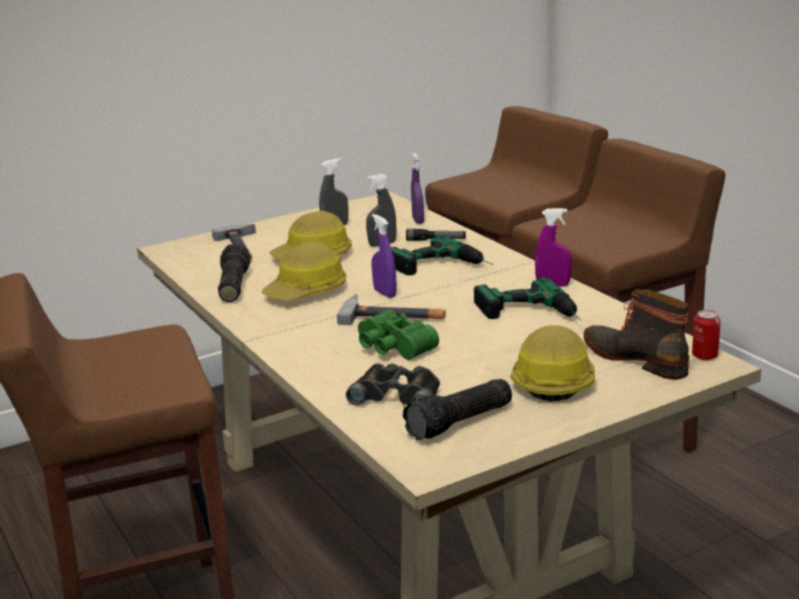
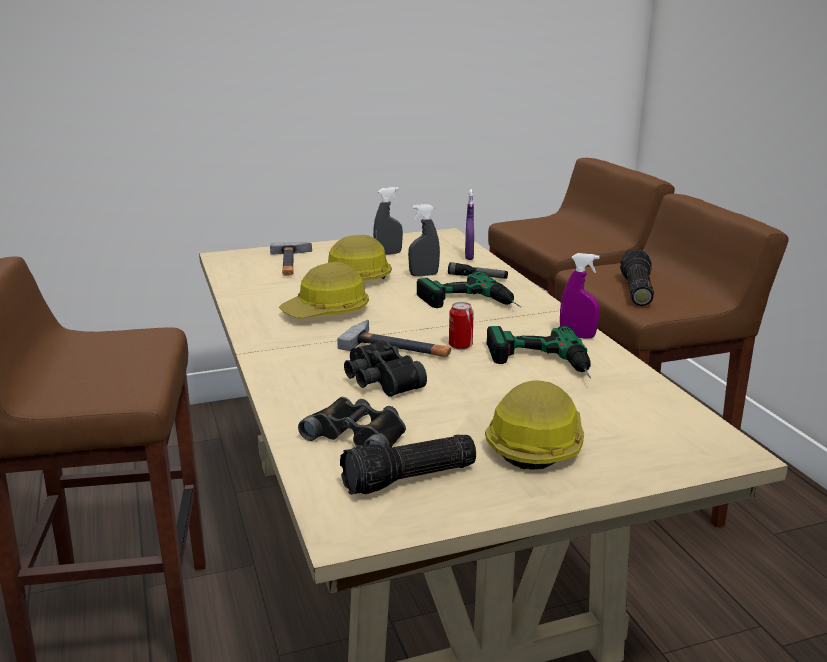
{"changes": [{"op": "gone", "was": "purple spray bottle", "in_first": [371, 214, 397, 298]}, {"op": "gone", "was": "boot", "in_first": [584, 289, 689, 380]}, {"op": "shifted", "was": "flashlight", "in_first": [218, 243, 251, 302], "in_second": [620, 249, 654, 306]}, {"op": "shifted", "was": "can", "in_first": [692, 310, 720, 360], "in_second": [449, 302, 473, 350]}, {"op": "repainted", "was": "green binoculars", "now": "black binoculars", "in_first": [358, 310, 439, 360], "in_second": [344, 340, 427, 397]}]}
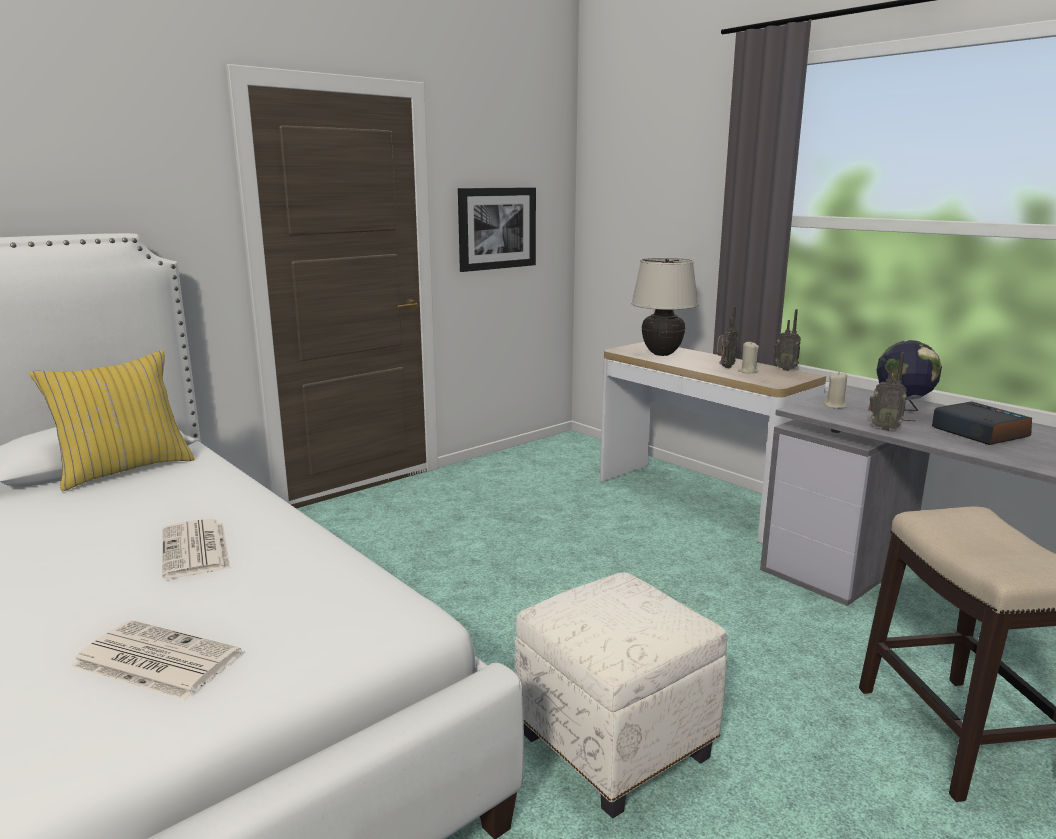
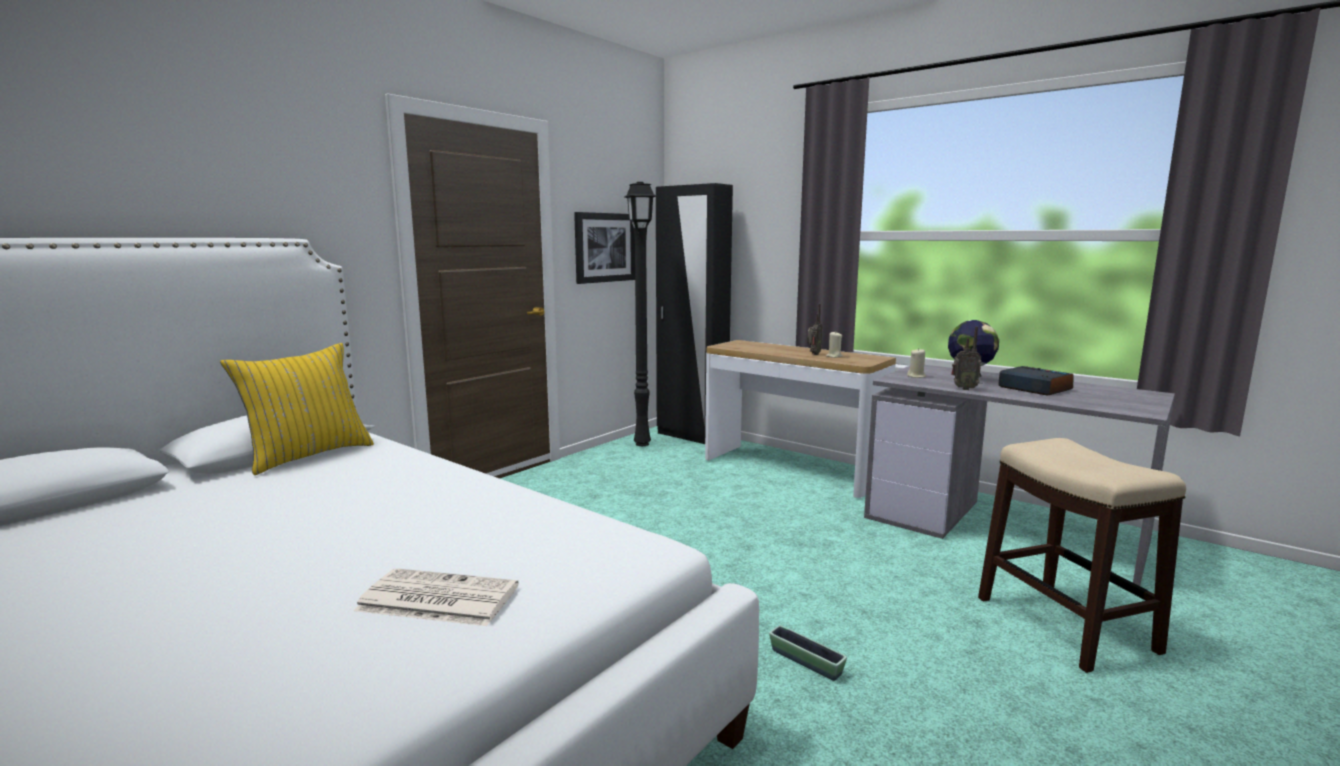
{"changes": [{"op": "gone", "was": "newspaper", "in_first": [162, 519, 230, 579]}, {"op": "gone", "was": "beige table lamp", "in_first": [631, 258, 699, 356]}, {"op": "gone", "was": "radio", "in_first": [774, 309, 801, 371]}, {"op": "new", "now": "black floor lamp", "in_second": [625, 182, 656, 446]}, {"op": "new", "now": "black wardrobe", "in_second": [656, 183, 733, 444]}, {"op": "swapped", "was": "white ottoman", "now": "planter", "in_first": [514, 572, 727, 819], "in_second": [769, 625, 847, 681]}]}
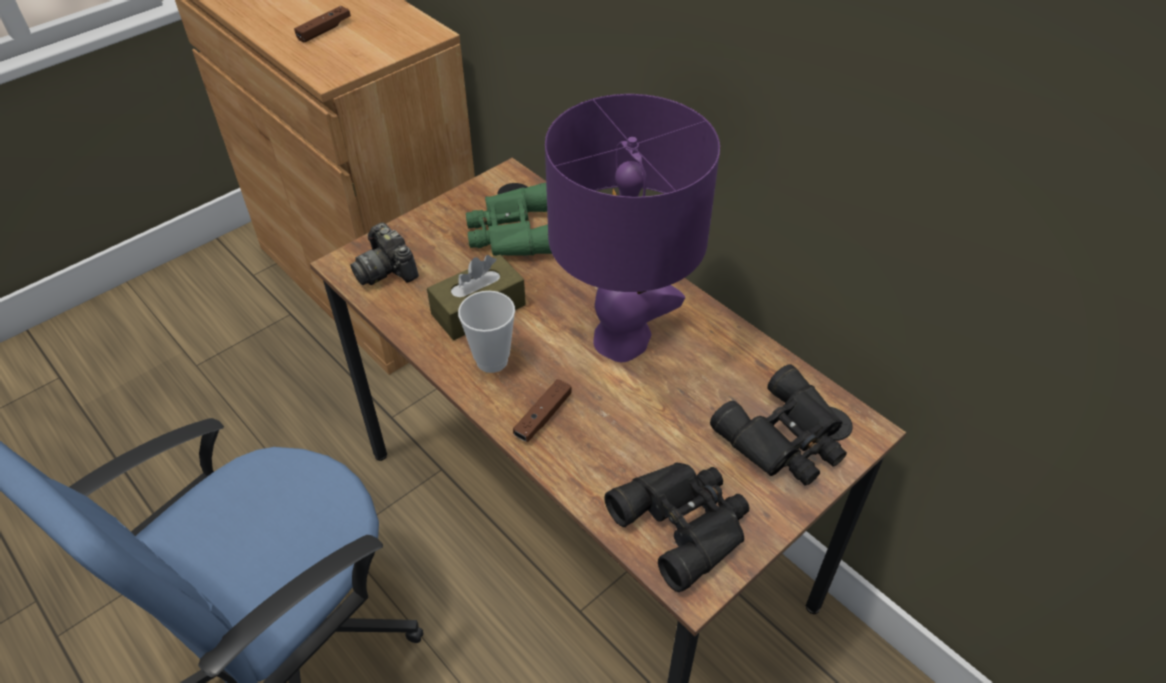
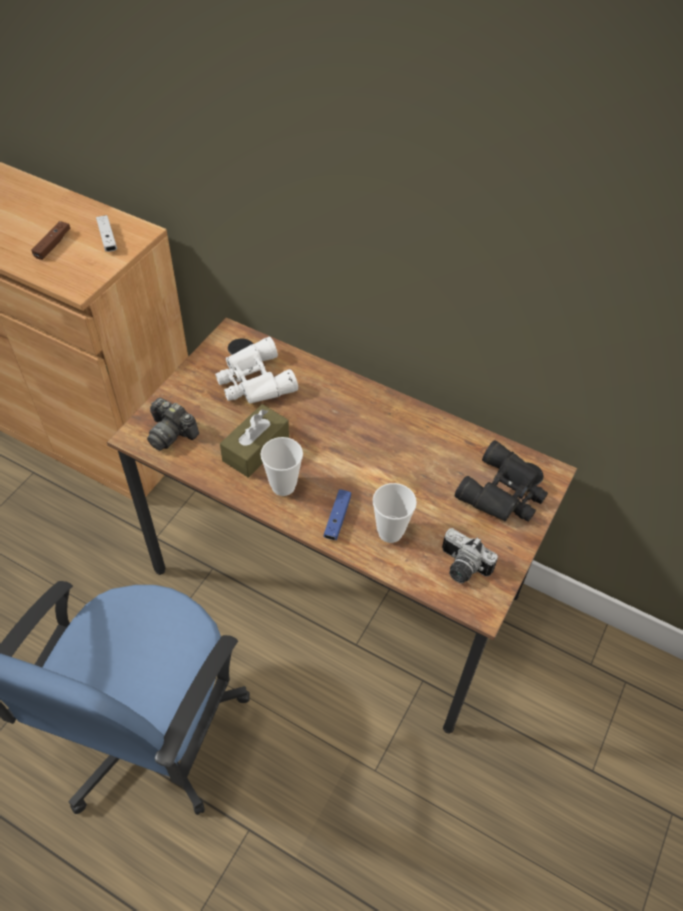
{"changes": [{"op": "gone", "was": "purple table lamp", "in_first": [545, 94, 720, 362]}, {"op": "new", "now": "white game controller", "in_second": [96, 215, 117, 252]}, {"op": "new", "now": "cup", "in_second": [373, 483, 417, 543]}, {"op": "swapped", "was": "black binoculars", "now": "photo camera", "in_first": [604, 462, 750, 592], "in_second": [442, 528, 498, 583]}, {"op": "repainted", "was": "green binoculars", "now": "white binoculars", "in_first": [466, 183, 552, 256], "in_second": [215, 337, 298, 404]}, {"op": "repainted", "was": "brown game controller", "now": "blue game controller", "in_first": [513, 379, 572, 442], "in_second": [324, 489, 351, 540]}]}
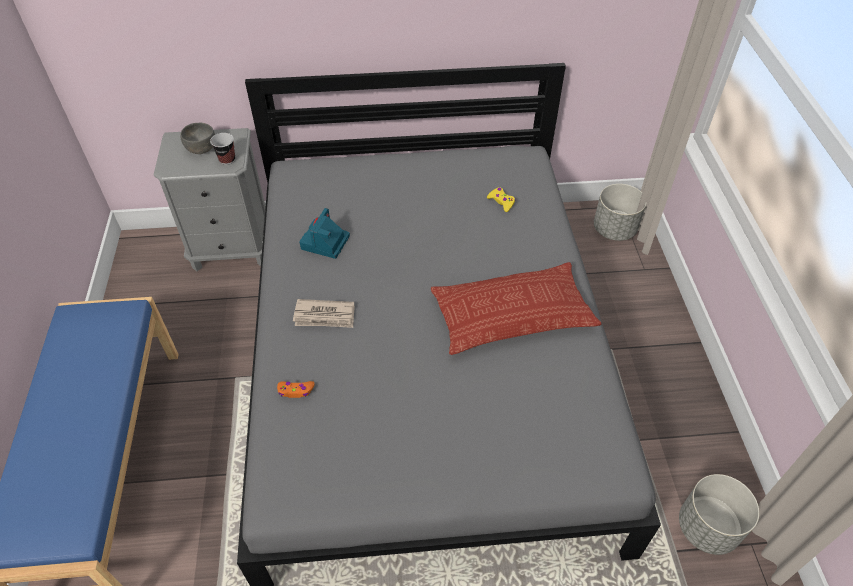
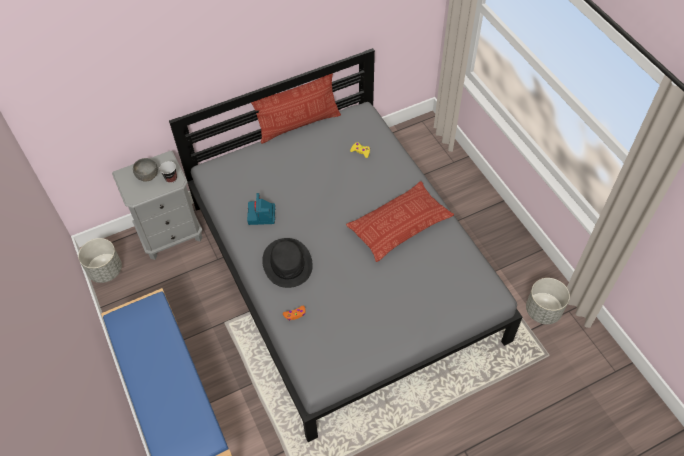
{"changes": [{"op": "new", "now": "pillow", "in_second": [251, 73, 341, 144]}, {"op": "shifted", "was": "grey planter", "in_first": [594, 184, 646, 241], "in_second": [78, 238, 122, 283]}, {"op": "swapped", "was": "newspaper", "now": "black hat", "in_first": [293, 299, 355, 328], "in_second": [262, 238, 313, 288]}]}
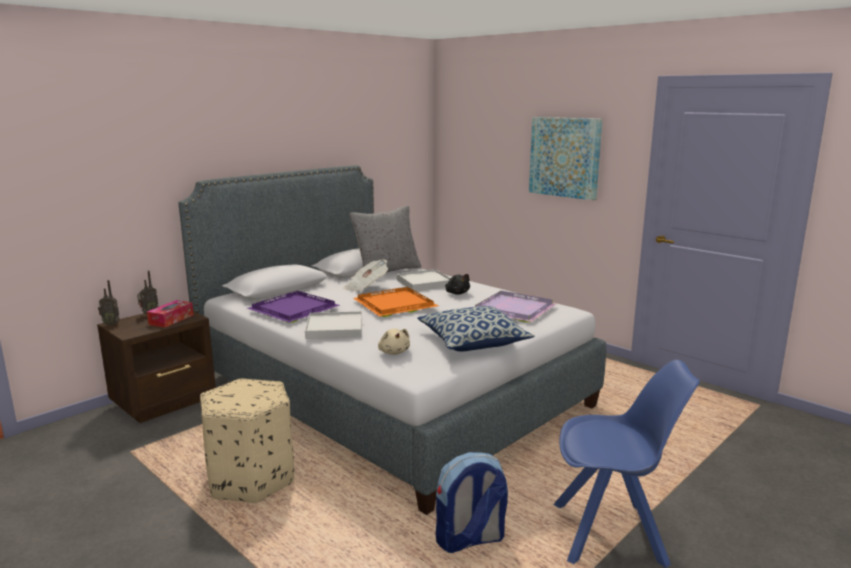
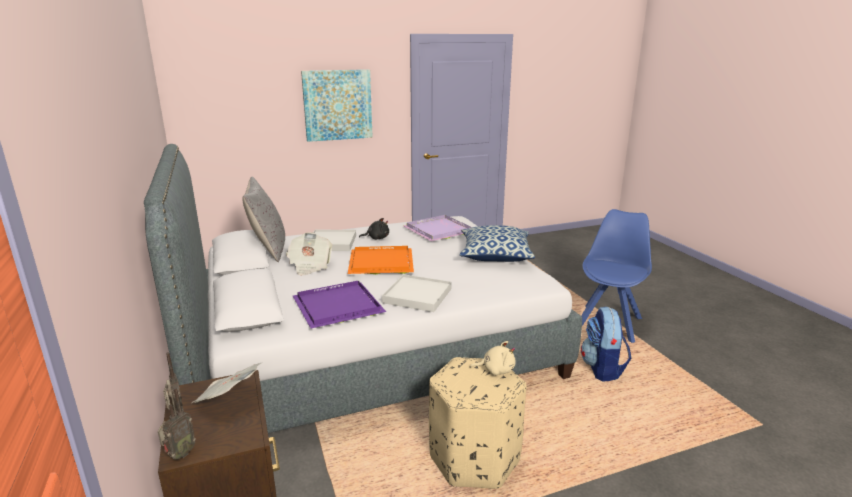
{"changes": [{"op": "shifted", "was": "beige plush toy", "in_first": [378, 329, 410, 355], "in_second": [470, 341, 516, 375]}, {"op": "swapped", "was": "tissue box", "now": "newspaper", "in_first": [147, 300, 194, 328], "in_second": [192, 363, 261, 403]}]}
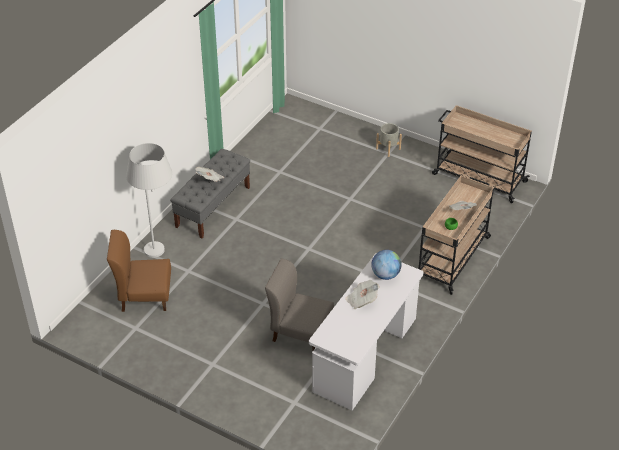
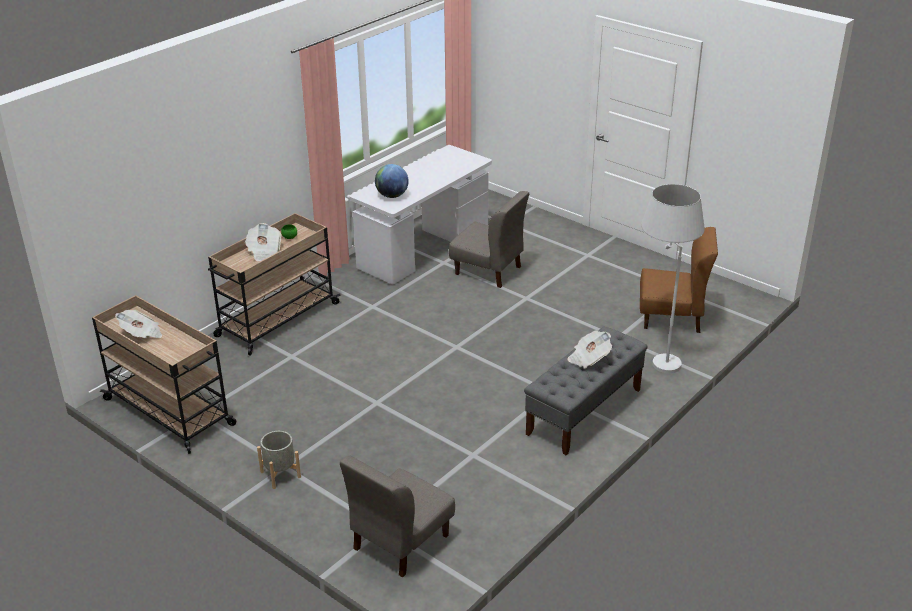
{"changes": [{"op": "new", "now": "grey chair", "in_second": [340, 456, 455, 577]}, {"op": "shifted", "was": "newspaper", "in_first": [345, 280, 380, 309], "in_second": [115, 310, 162, 339]}]}
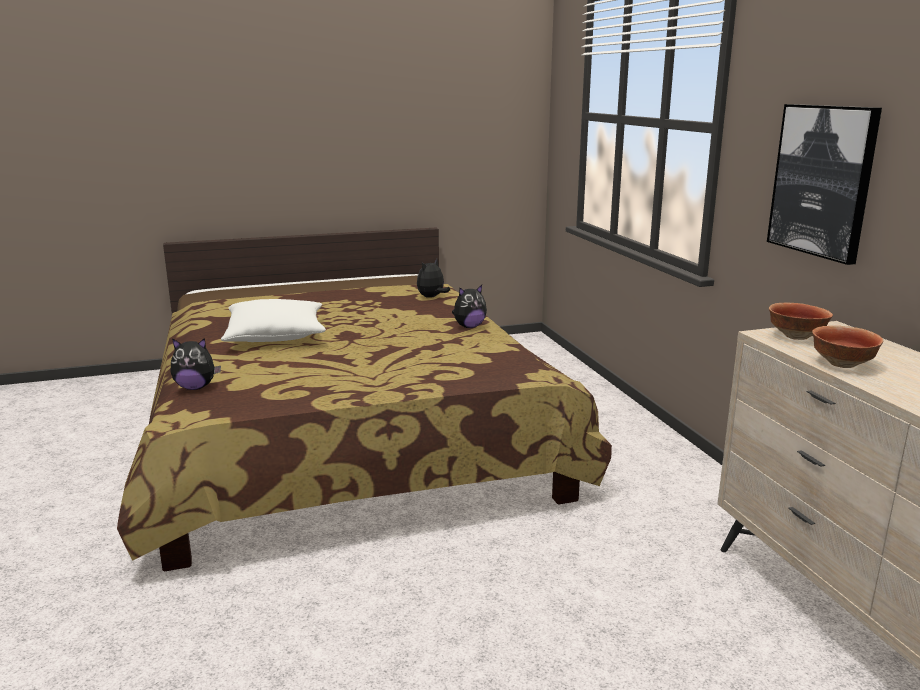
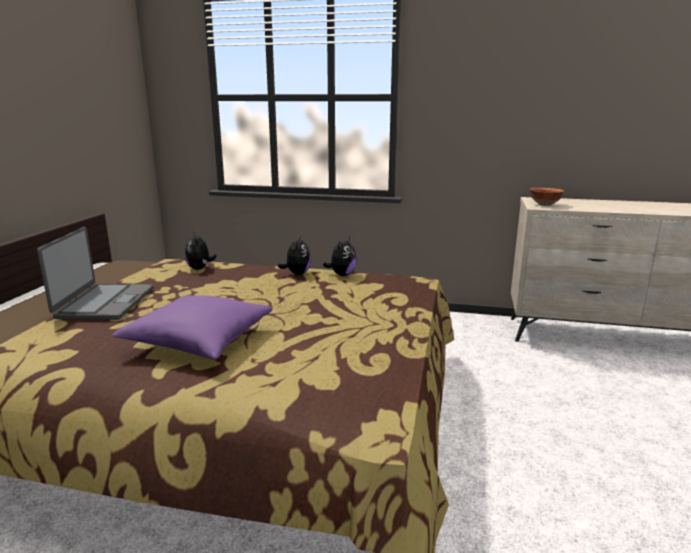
{"changes": [{"op": "gone", "was": "picture", "in_first": [767, 104, 882, 265]}, {"op": "gone", "was": "bowl", "in_first": [812, 326, 883, 368]}, {"op": "new", "now": "laptop", "in_second": [37, 227, 153, 320]}, {"op": "shifted", "was": "plush toy", "in_first": [171, 338, 221, 390], "in_second": [323, 237, 357, 276]}, {"op": "repainted", "was": "white pillow", "now": "purple pillow", "in_first": [221, 299, 326, 342], "in_second": [112, 295, 272, 360]}]}
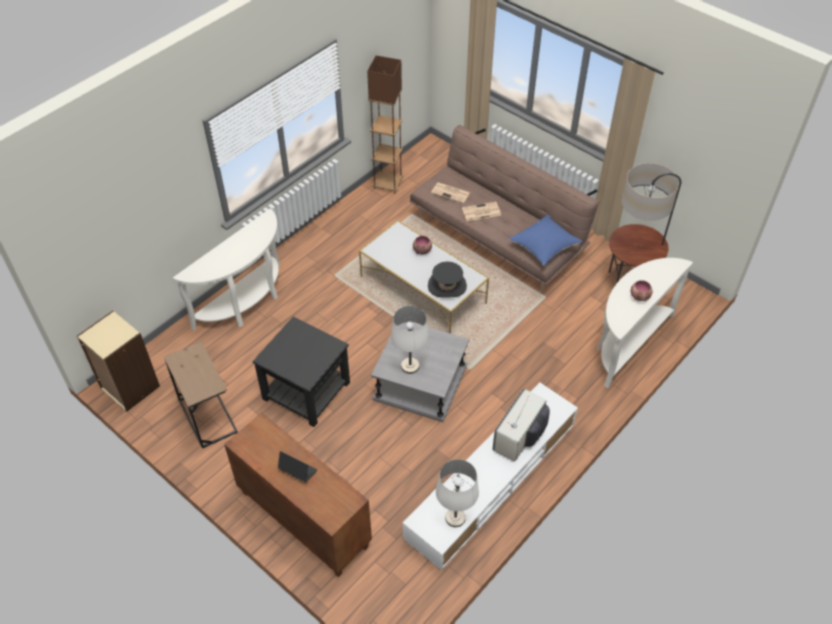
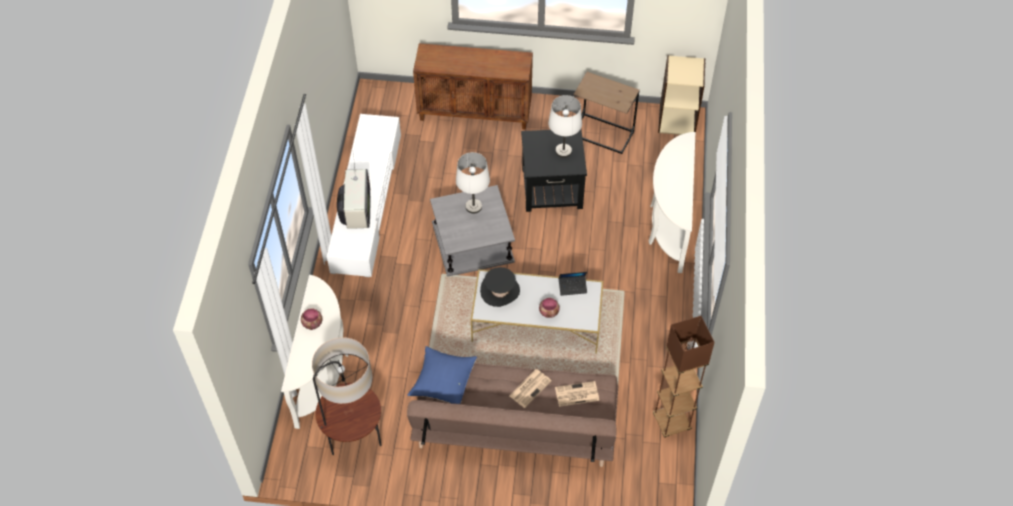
{"changes": [{"op": "shifted", "was": "laptop", "in_first": [278, 451, 317, 482], "in_second": [559, 272, 587, 296]}, {"op": "shifted", "was": "white table lamp", "in_first": [436, 459, 479, 527], "in_second": [548, 95, 582, 158]}]}
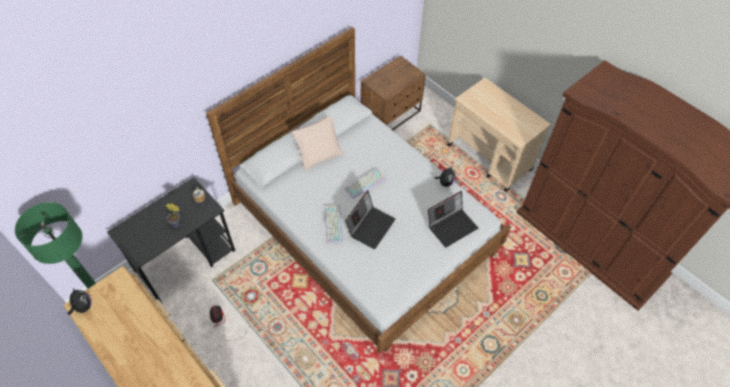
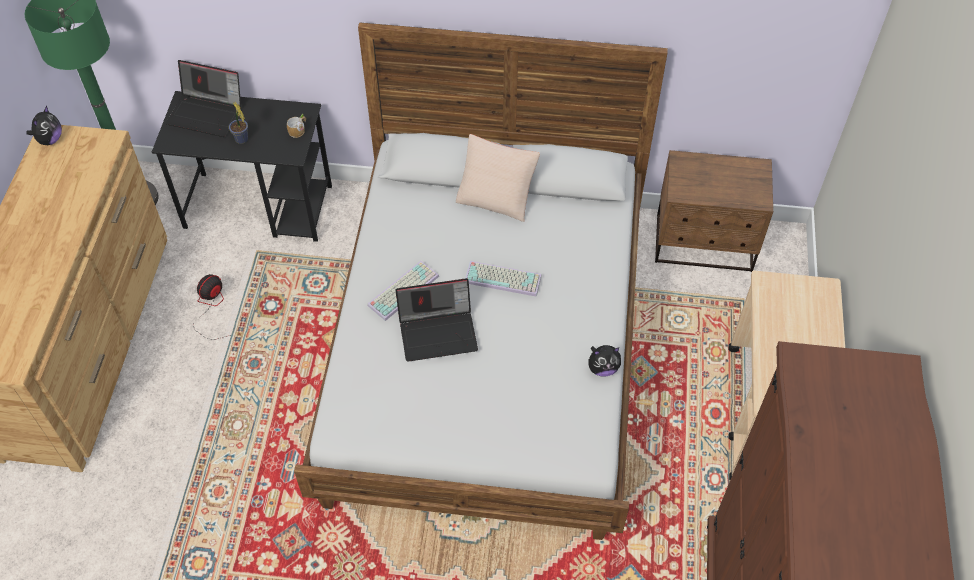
{"changes": [{"op": "shifted", "was": "laptop", "in_first": [428, 191, 478, 248], "in_second": [166, 60, 241, 137]}]}
